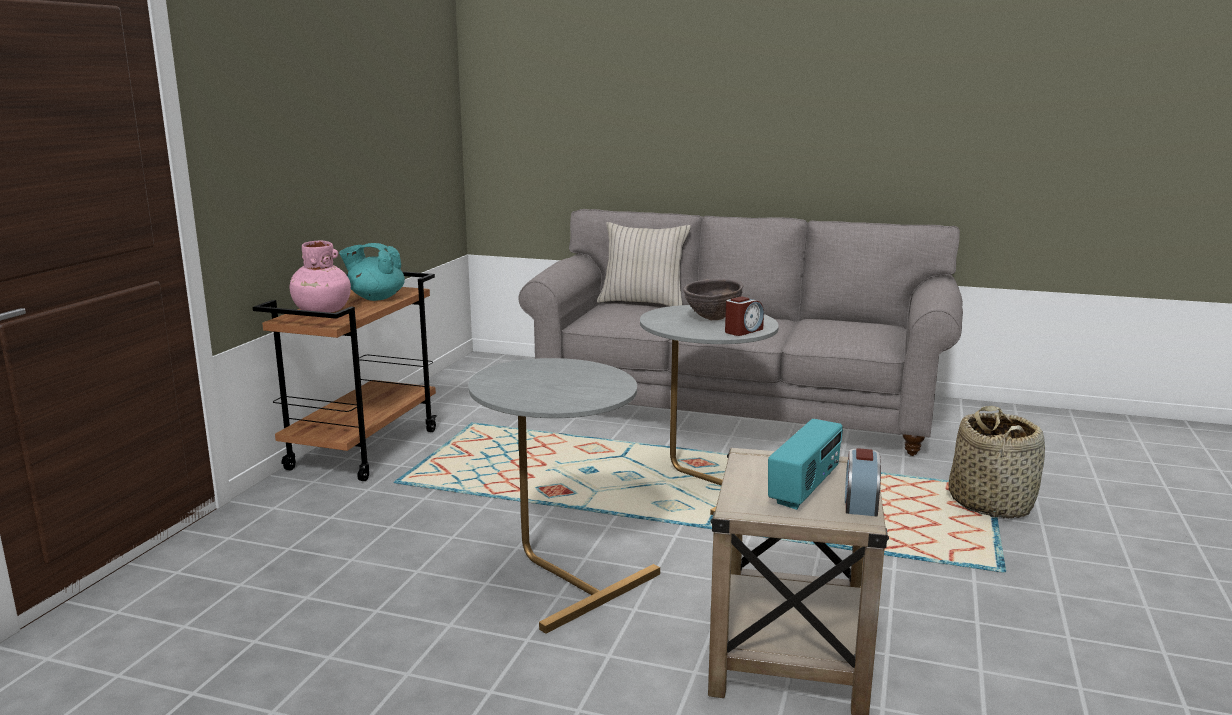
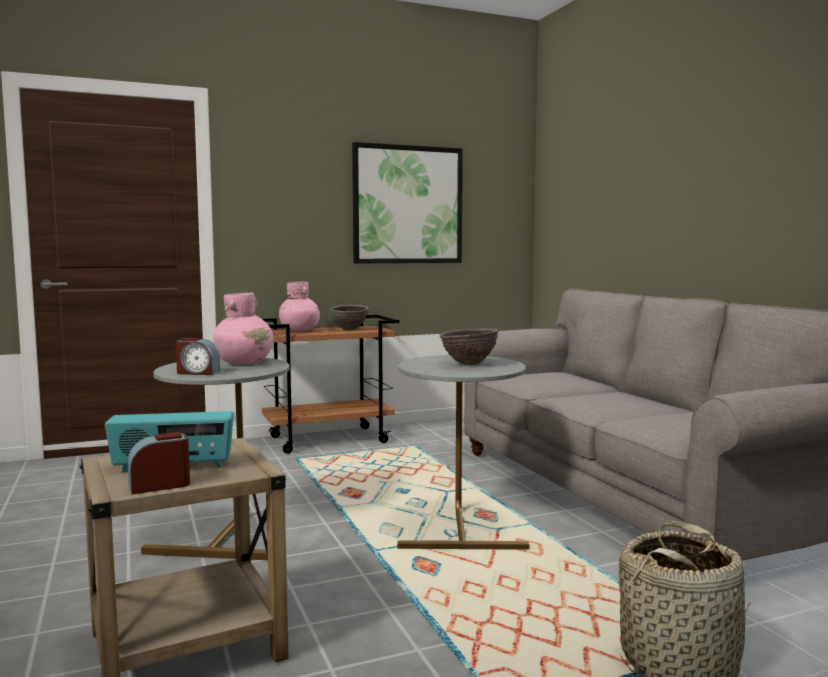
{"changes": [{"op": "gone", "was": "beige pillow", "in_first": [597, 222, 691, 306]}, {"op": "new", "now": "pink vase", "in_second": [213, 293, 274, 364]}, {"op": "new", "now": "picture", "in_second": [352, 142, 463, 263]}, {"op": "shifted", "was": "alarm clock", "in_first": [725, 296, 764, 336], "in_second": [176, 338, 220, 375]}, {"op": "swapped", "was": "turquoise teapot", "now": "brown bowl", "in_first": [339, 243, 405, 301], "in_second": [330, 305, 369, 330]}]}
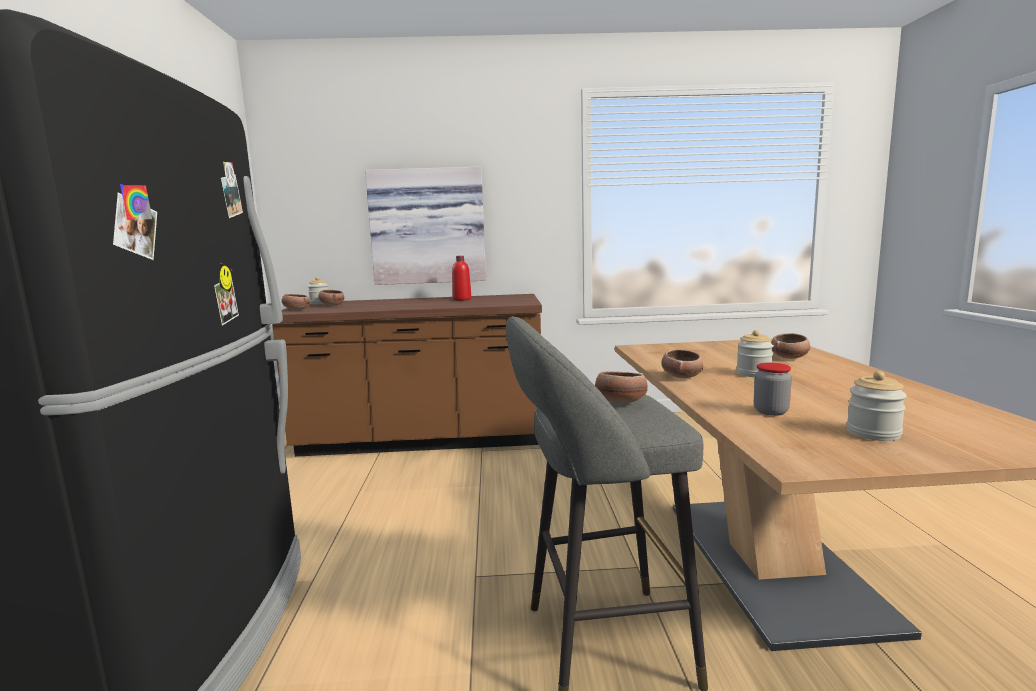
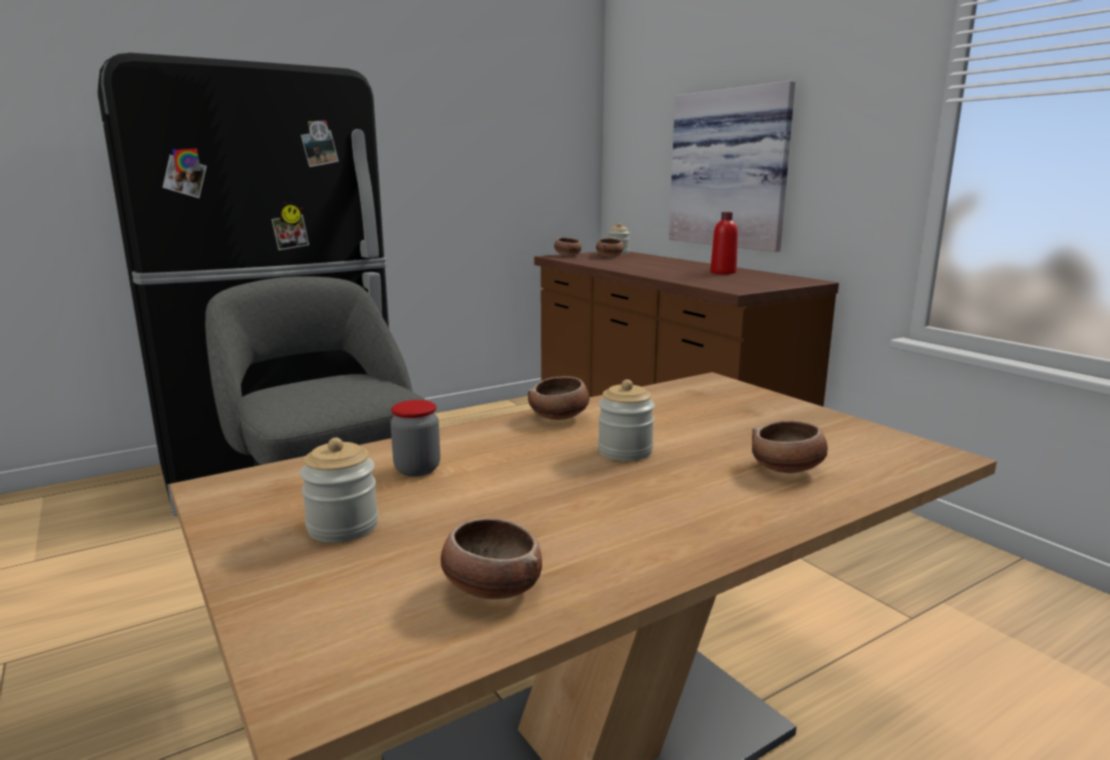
{"changes": [{"op": "shifted", "was": "bowl", "in_first": [595, 371, 648, 404], "in_second": [441, 518, 542, 599]}]}
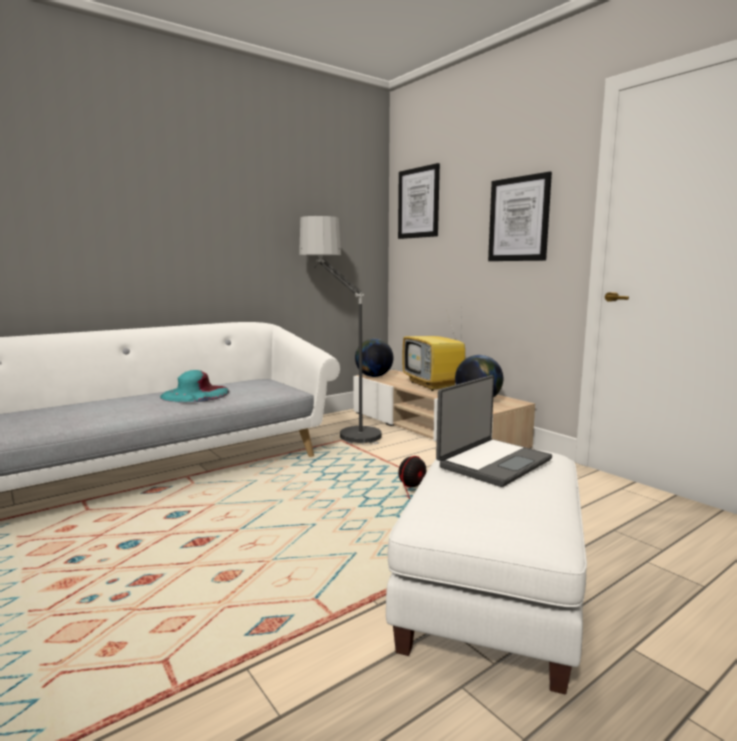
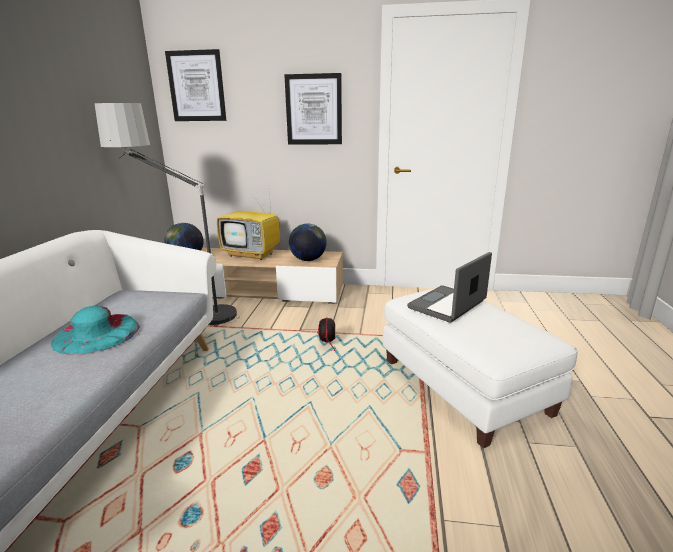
{"changes": [{"op": "rotated", "was": "laptop", "in_first": [436, 375, 552, 487], "in_second": [407, 252, 492, 323], "clockwise": -135}]}
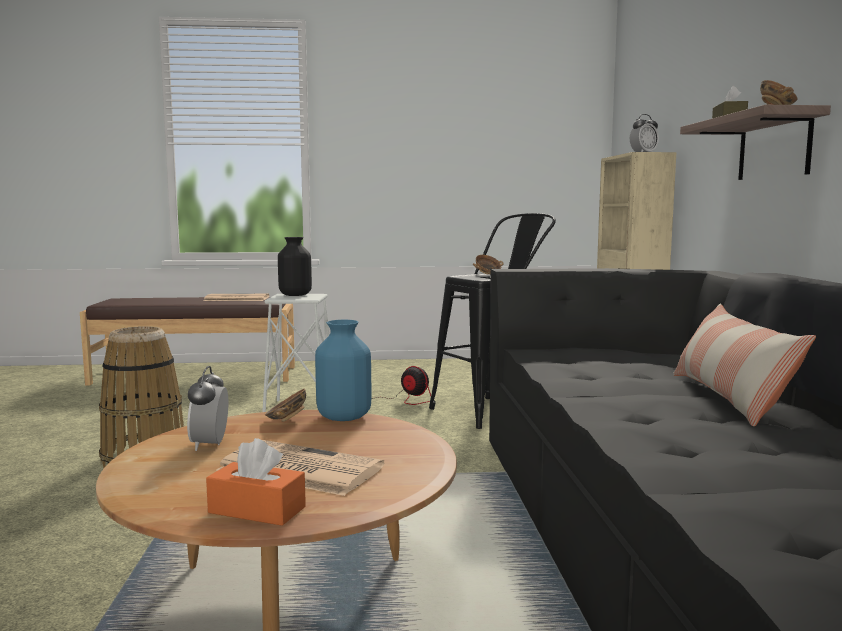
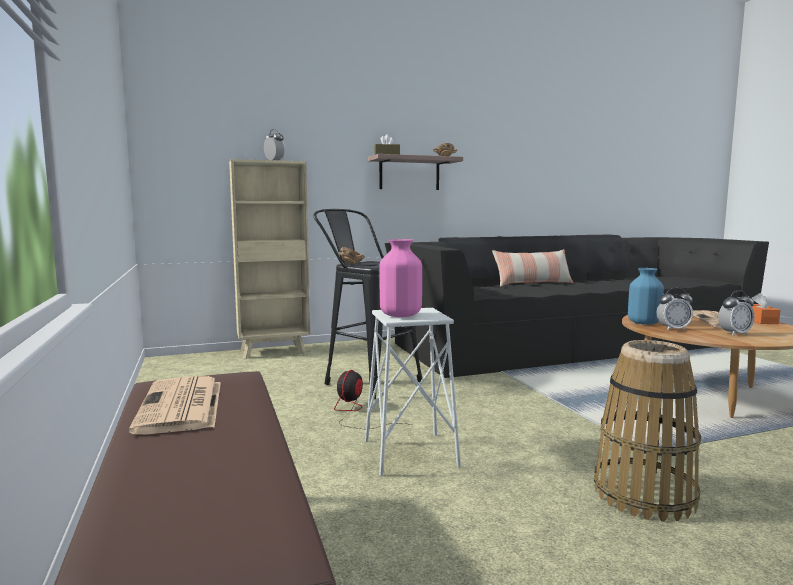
{"changes": [{"op": "swapped", "was": "bowl", "now": "alarm clock", "in_first": [265, 389, 306, 422], "in_second": [657, 288, 693, 331]}, {"op": "repainted", "was": "black vase", "now": "pink vase", "in_first": [278, 237, 312, 296], "in_second": [379, 239, 422, 317]}]}
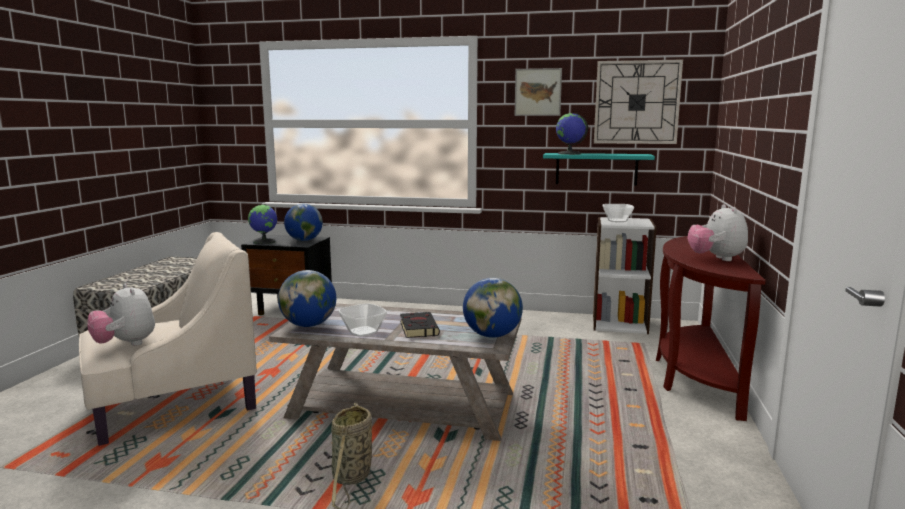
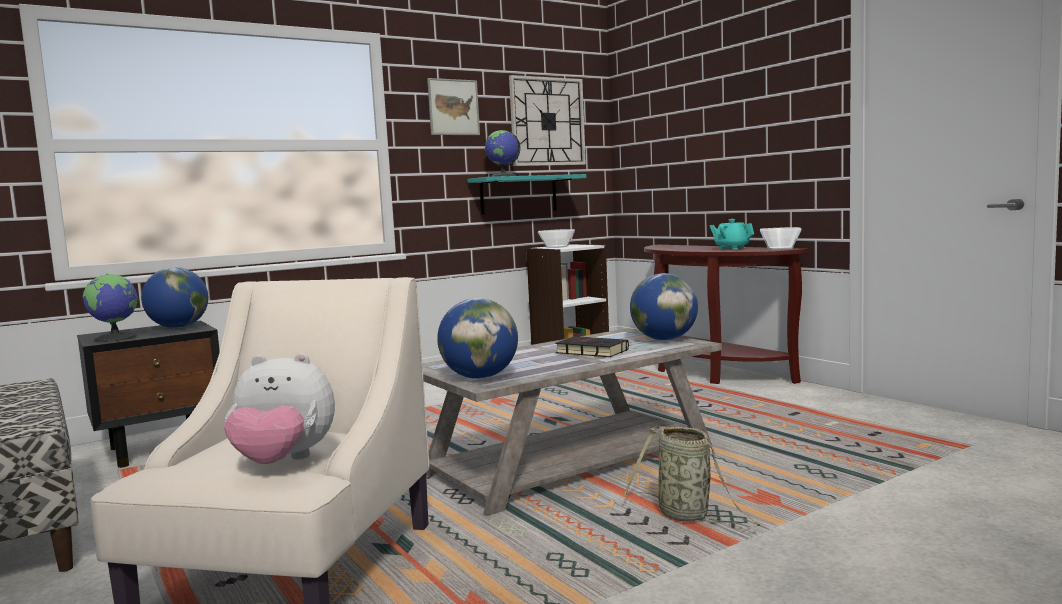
{"changes": [{"op": "shifted", "was": "bowl", "in_first": [338, 303, 387, 337], "in_second": [760, 227, 802, 250]}, {"op": "swapped", "was": "plush toy", "now": "turquoise teapot", "in_first": [687, 204, 748, 261], "in_second": [709, 219, 754, 249]}]}
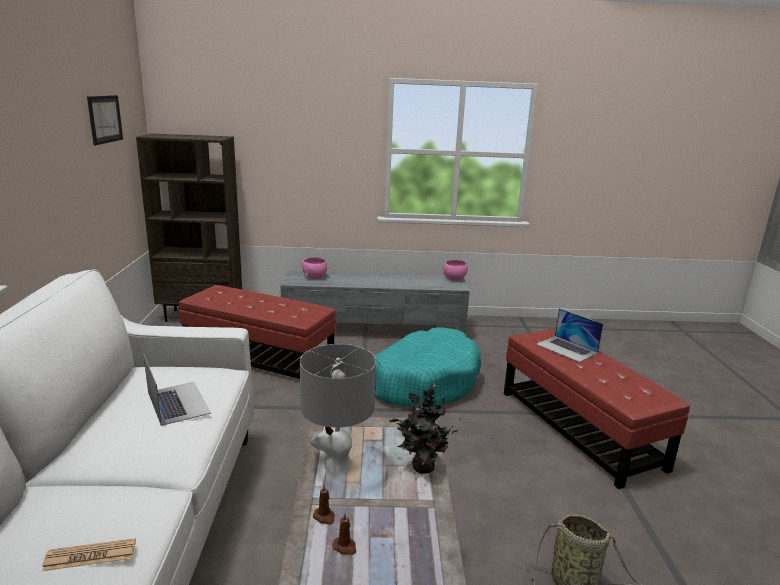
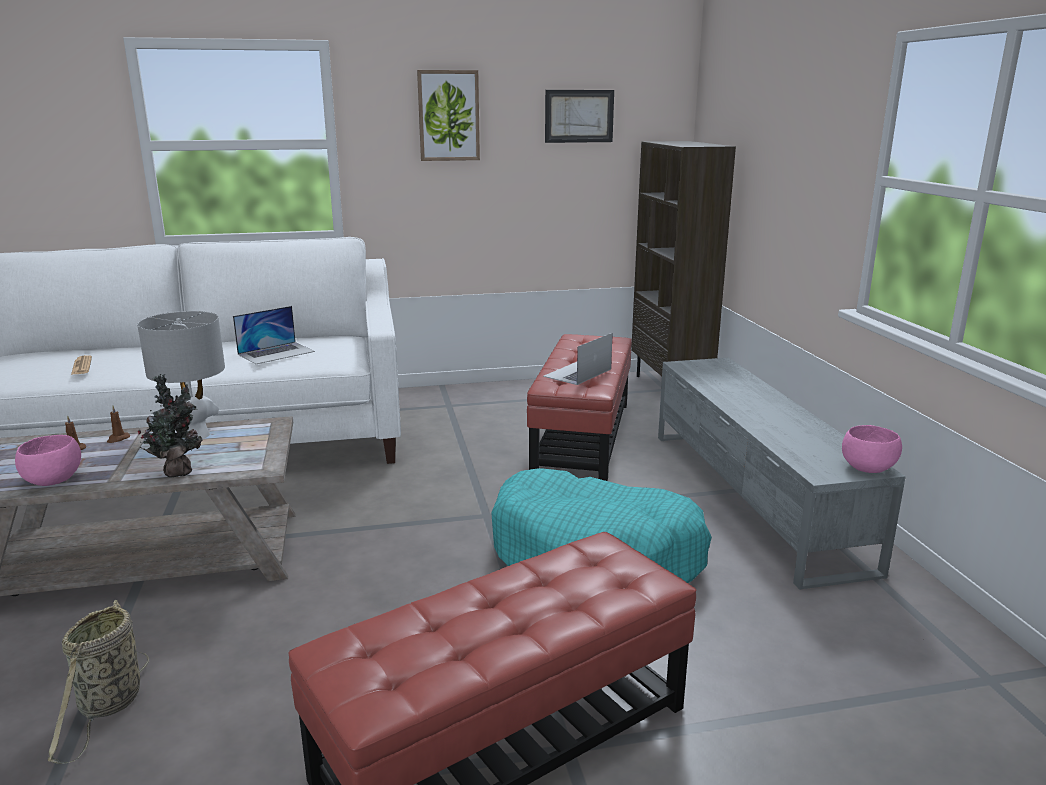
{"changes": [{"op": "new", "now": "picture", "in_second": [417, 70, 480, 161]}, {"op": "shifted", "was": "pink bowl", "in_first": [301, 257, 327, 279], "in_second": [15, 435, 81, 486]}, {"op": "shifted", "was": "laptop", "in_first": [536, 309, 603, 362], "in_second": [543, 333, 613, 385]}]}
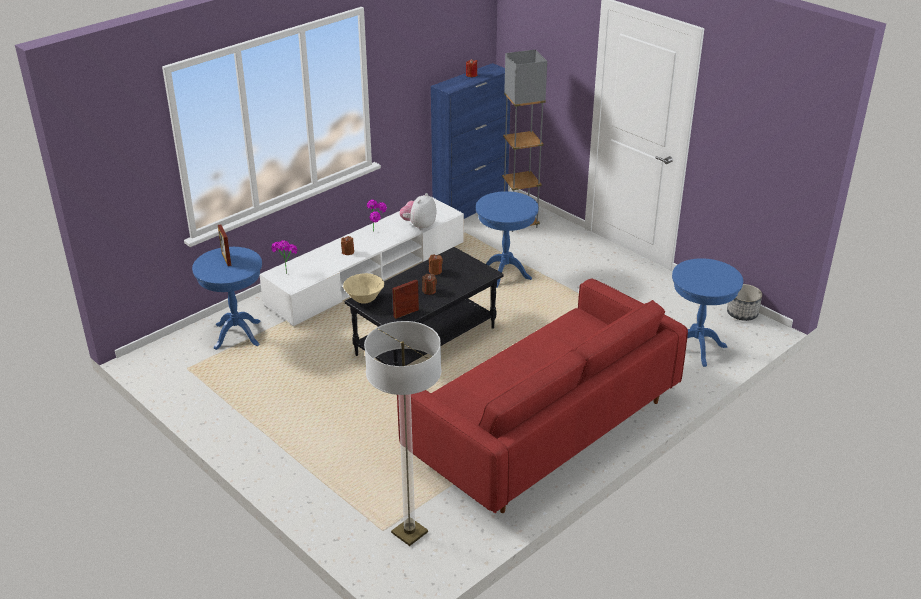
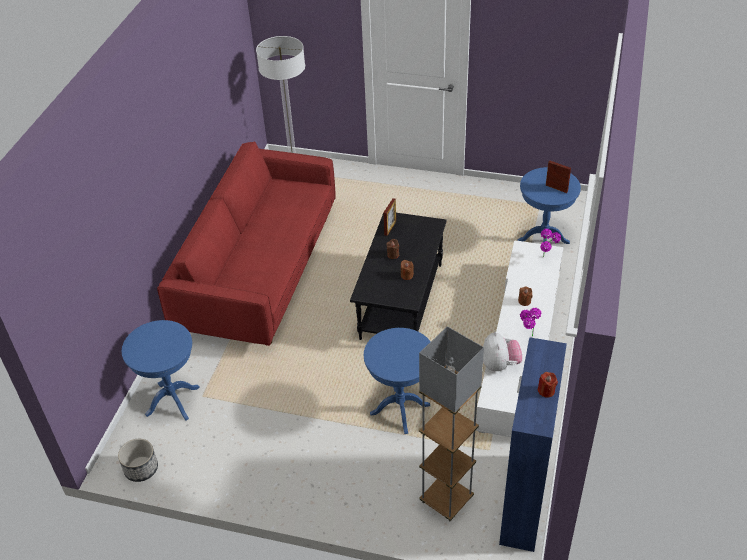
{"changes": [{"op": "gone", "was": "beige bowl", "in_first": [343, 273, 384, 304]}]}
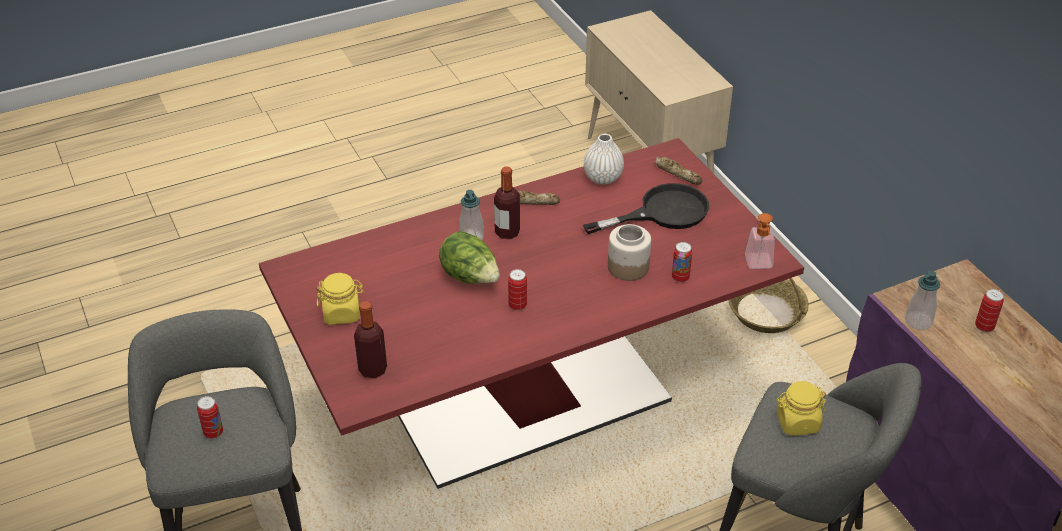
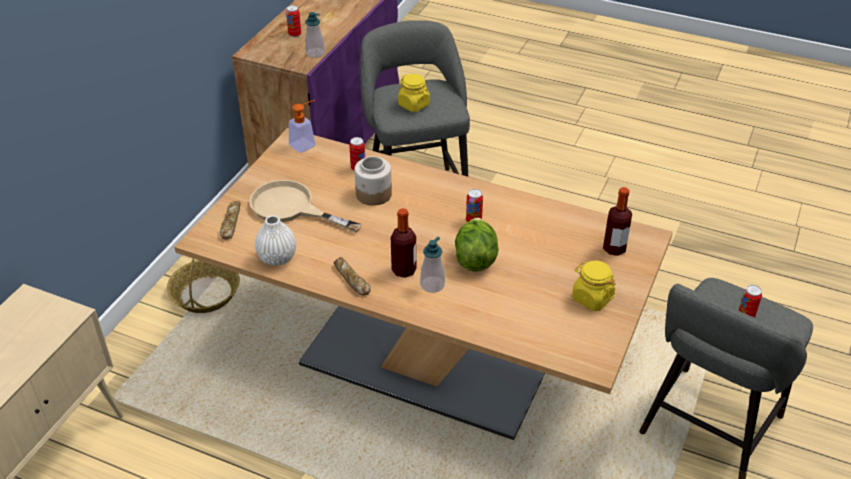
{"changes": [{"op": "repainted", "was": "red dining table", "now": "beige dining table", "in_first": [259, 138, 804, 489], "in_second": [174, 128, 673, 440]}, {"op": "repainted", "was": "black frying pan", "now": "beige frying pan", "in_first": [583, 183, 709, 234], "in_second": [249, 180, 362, 233]}]}
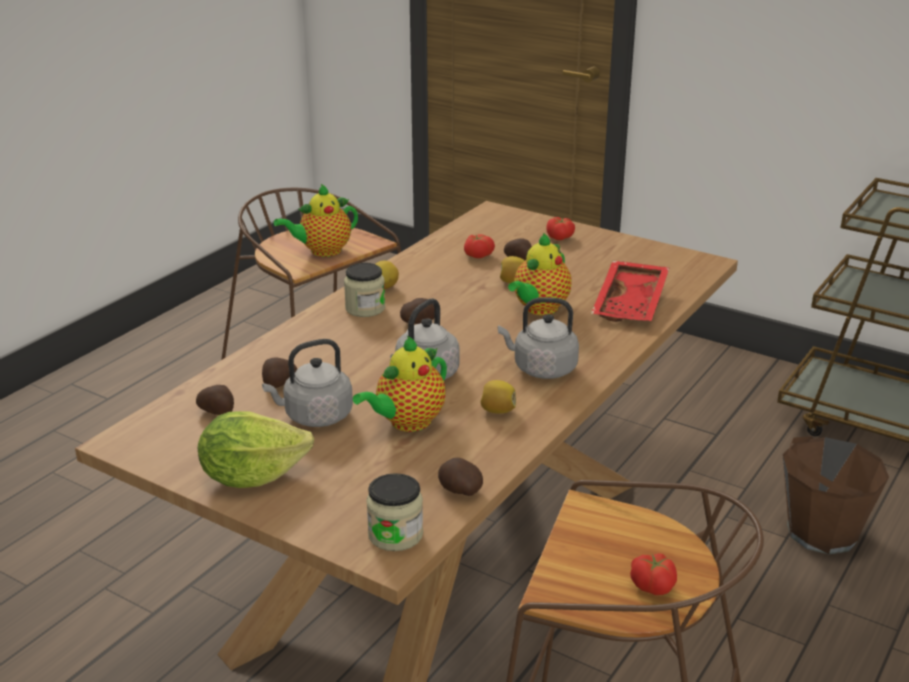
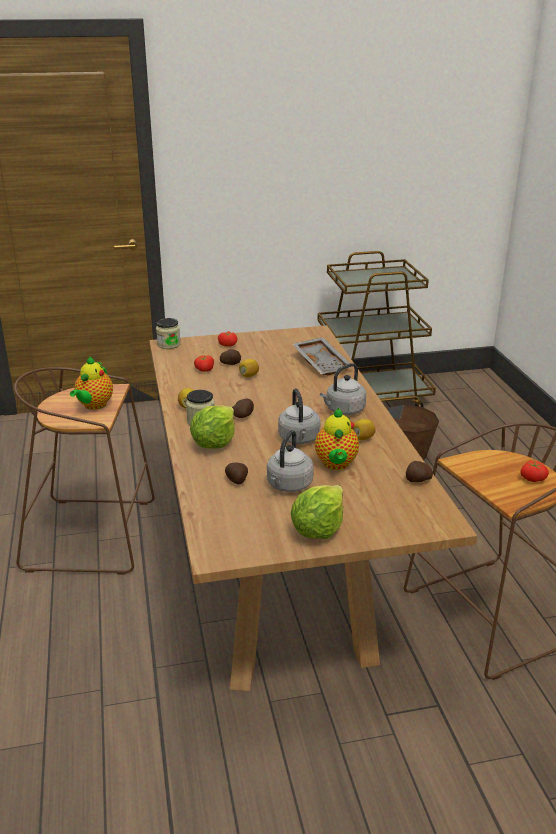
{"changes": [{"op": "gone", "was": "potato", "in_first": [196, 385, 234, 415]}, {"op": "gone", "was": "teapot", "in_first": [508, 233, 572, 315]}, {"op": "new", "now": "lettuce", "in_second": [190, 406, 235, 449]}, {"op": "shifted", "was": "jar", "in_first": [366, 473, 423, 551], "in_second": [156, 318, 181, 349]}, {"op": "repainted", "was": "red tray", "now": "grey tray", "in_first": [591, 261, 669, 322], "in_second": [292, 337, 353, 376]}]}
